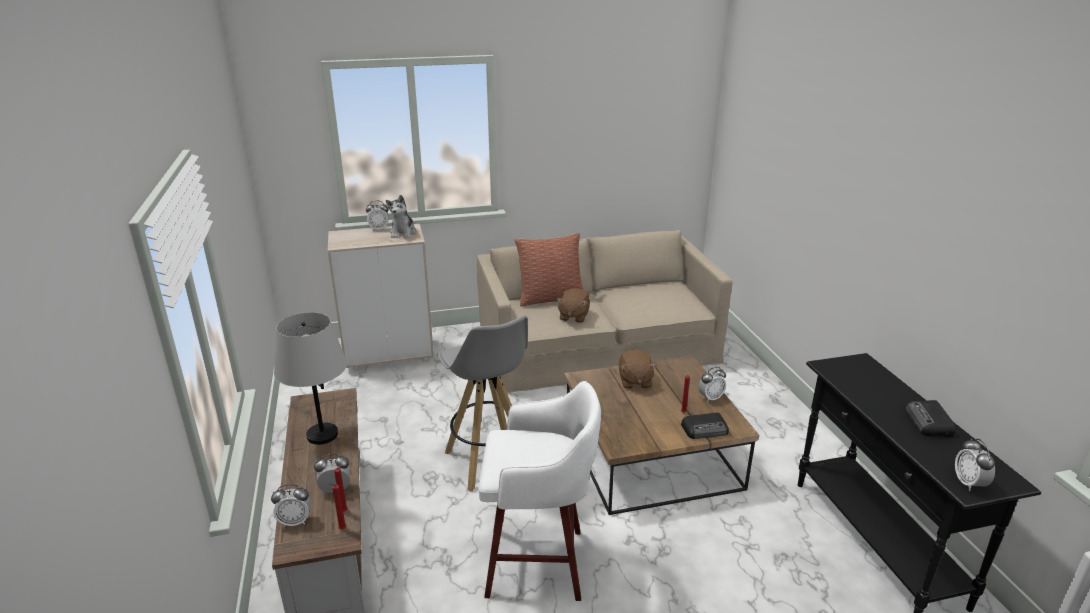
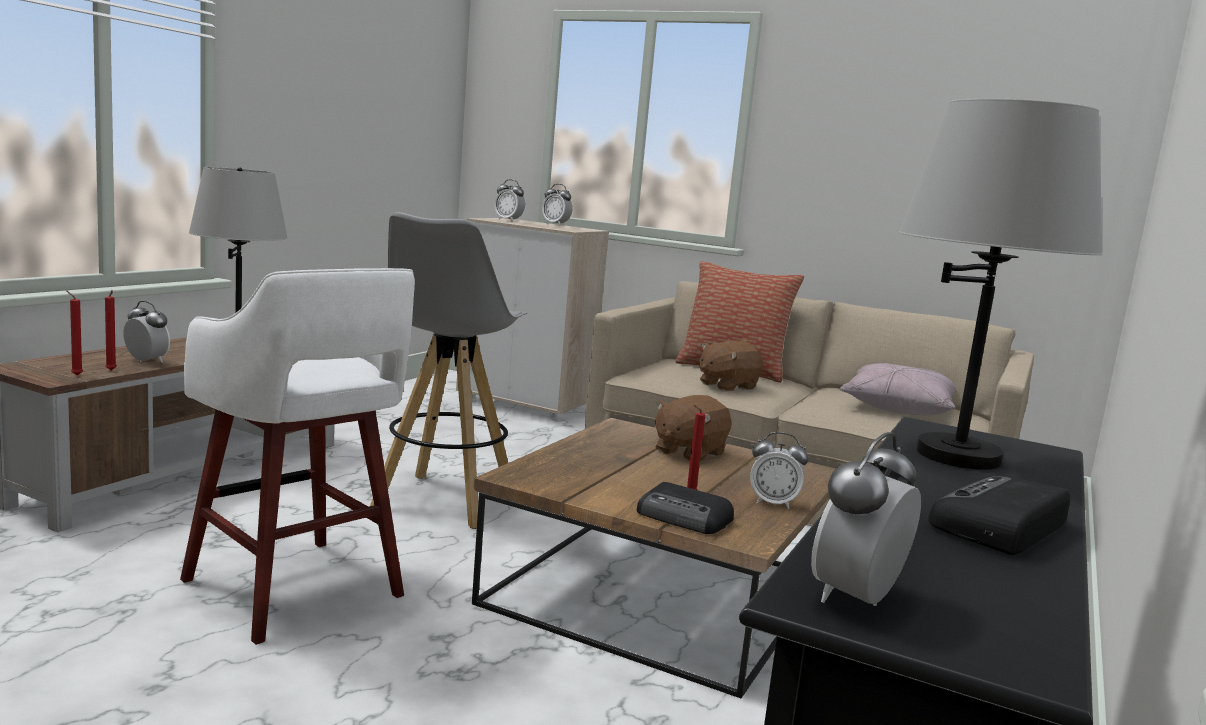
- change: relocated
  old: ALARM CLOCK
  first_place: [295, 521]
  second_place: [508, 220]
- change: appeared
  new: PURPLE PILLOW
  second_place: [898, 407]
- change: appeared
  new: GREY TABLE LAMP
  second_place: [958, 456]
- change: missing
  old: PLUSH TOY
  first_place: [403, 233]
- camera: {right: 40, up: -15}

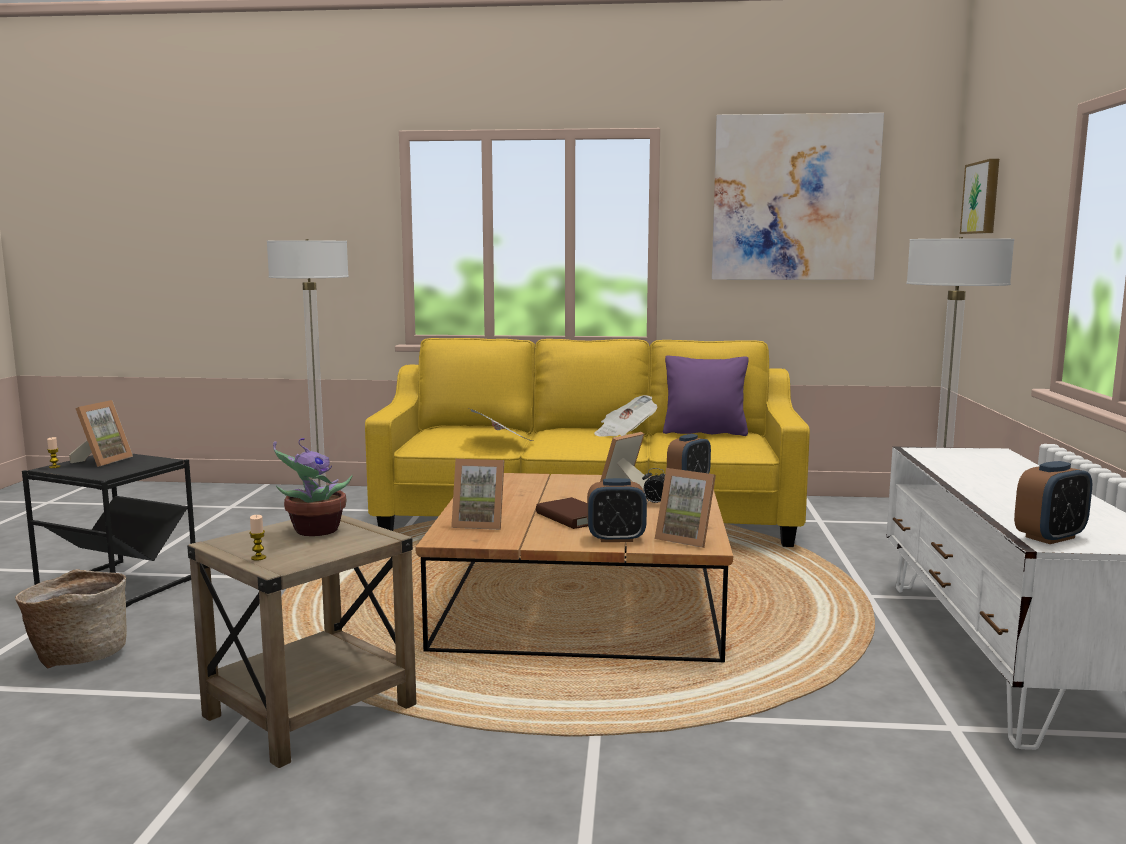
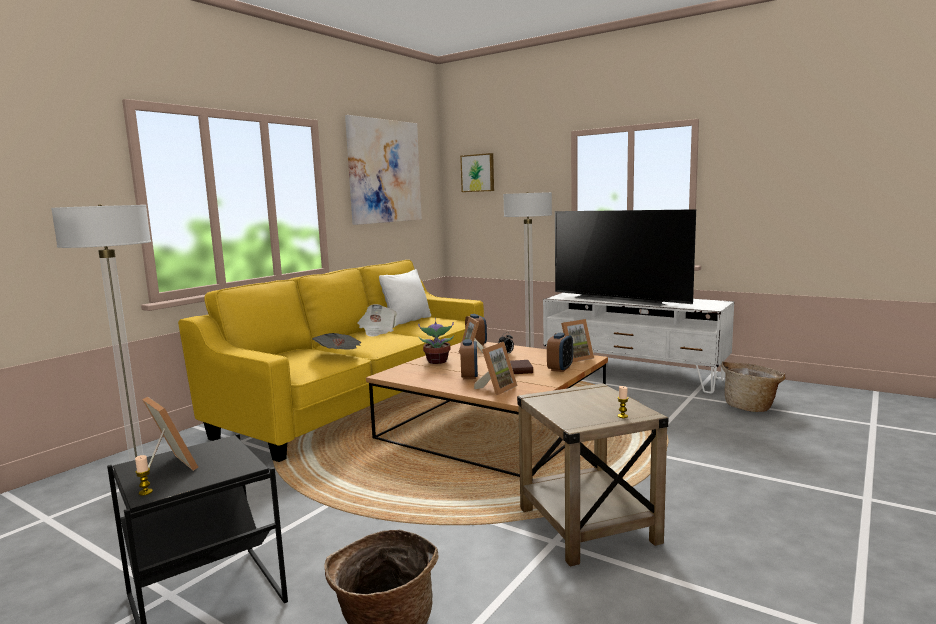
- change: colour
  old: PURPLE PILLOW
  new: WHITE PILLOW
  first_place: [704, 432]
  second_place: [407, 321]
- change: relocated
  old: POTTED PLANT
  first_place: [314, 531]
  second_place: [437, 362]
- change: relocated
  old: ALARM CLOCK
  first_place: [1050, 537]
  second_place: [469, 376]
- change: appeared
  new: TELEVISION
  second_place: [621, 300]
- change: appeared
  new: BASKET
  second_place: [751, 407]
- camera: {right: -60, up: 0}

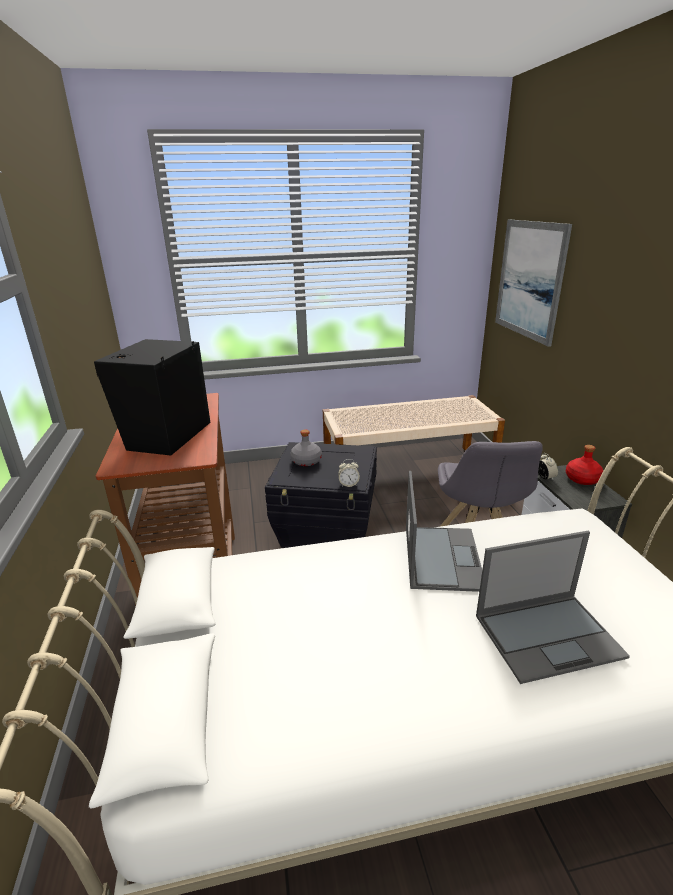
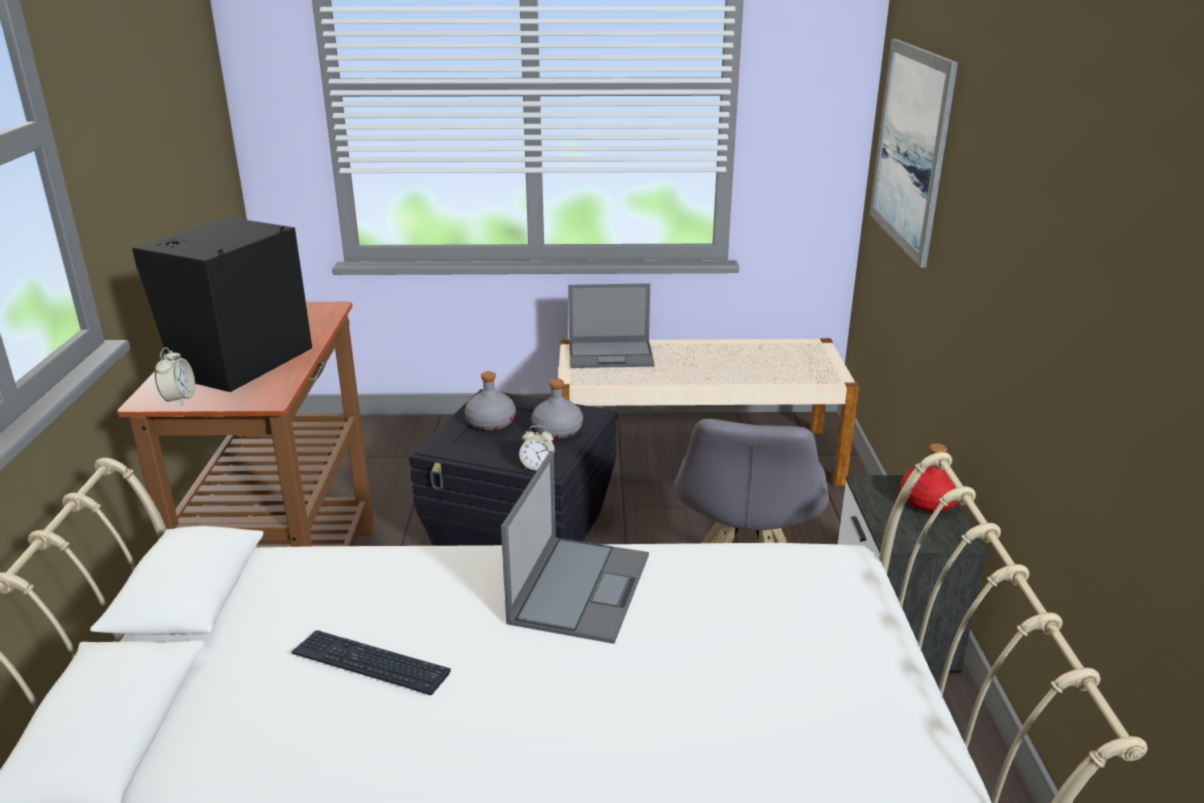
- change: relocated
  old: ALARM CLOCK
  first_place: [545, 477]
  second_place: [179, 399]
- change: appeared
  new: KEYBOARD
  second_place: [370, 664]
- change: appeared
  new: GREY BOTTLE
  second_place: [556, 431]
- change: relocated
  old: LAPTOP
  first_place: [549, 635]
  second_place: [611, 354]
- camera: {right: 10, up: 0}

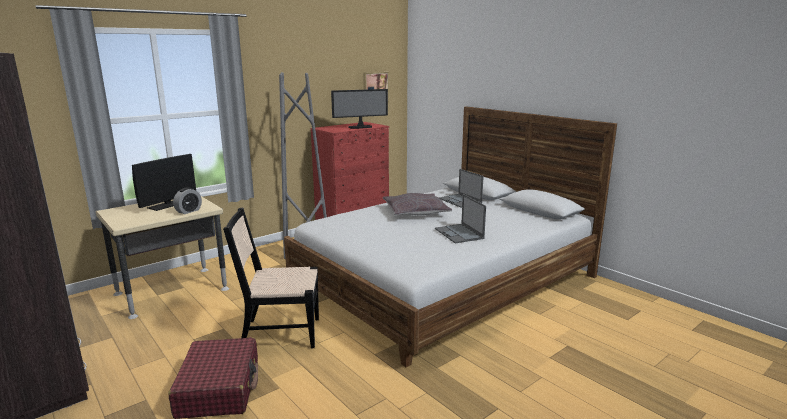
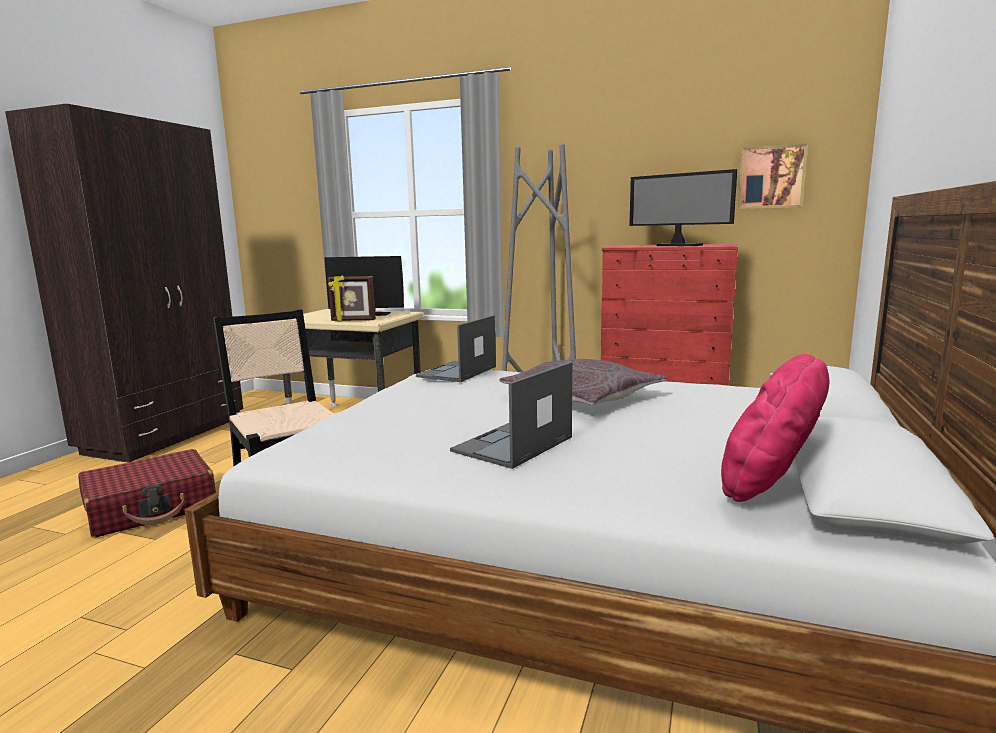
- change: exchanged
  old: ALARM CLOCK
  new: PICTURE FRAME
  first_place: [189, 211]
  second_place: [353, 320]
- change: relocated
  old: LAPTOP
  first_place: [460, 201]
  second_place: [457, 372]
- change: appeared
  new: PINK PILLOW
  second_place: [769, 494]
- camera: {right: 60, up: -5}

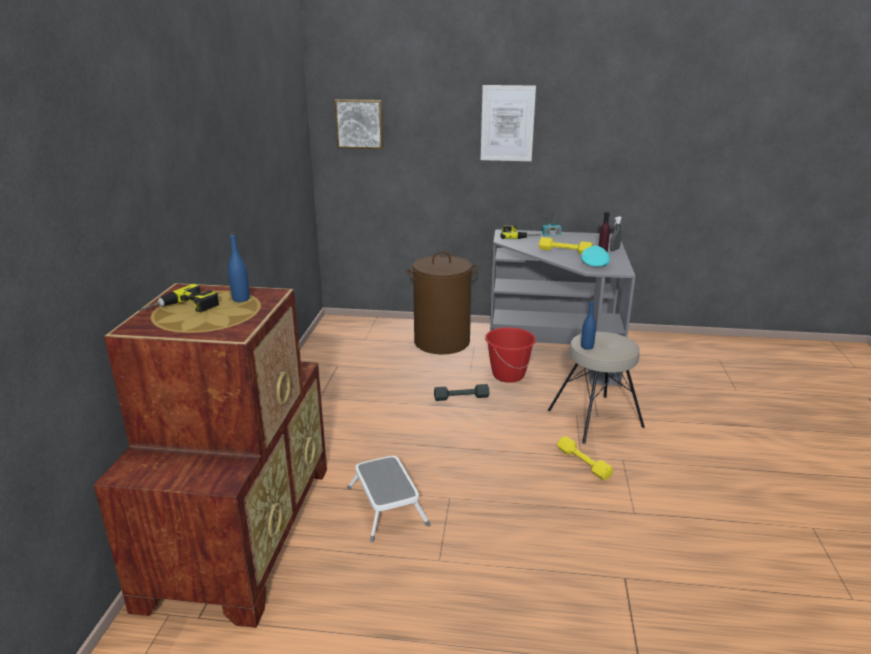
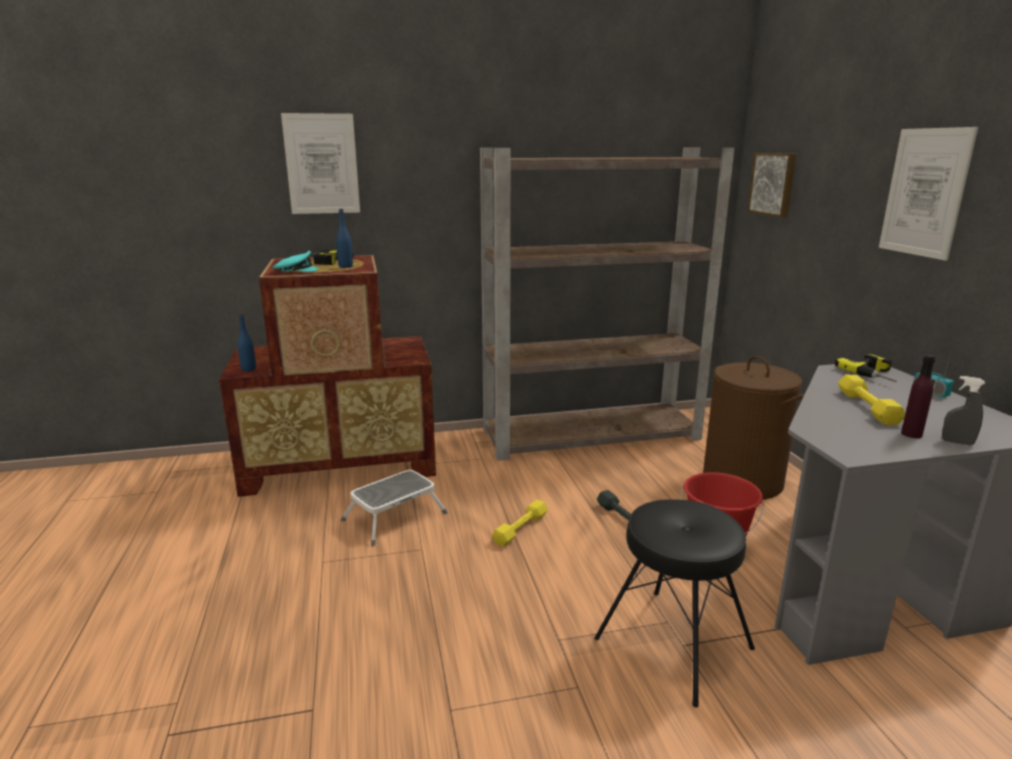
- change: relocated
  old: BLUE BOTTLE
  first_place: [587, 347]
  second_place: [248, 369]
- change: relocated
  old: TURQUOISE CAP
  first_place: [594, 263]
  second_place: [295, 271]
- change: appeared
  new: PICTURE
  second_place: [322, 164]
- change: appeared
  new: BROWN BOOKCASE
  second_place: [591, 434]
- change: relocated
  old: YELLOW DUMBBELL
  first_place: [583, 463]
  second_place: [520, 528]
- change: colour
  old: BEIGE STOOL
  new: BLACK STOOL
  first_place: [595, 419]
  second_place: [673, 644]
- camera: {right: 70, up: -5}

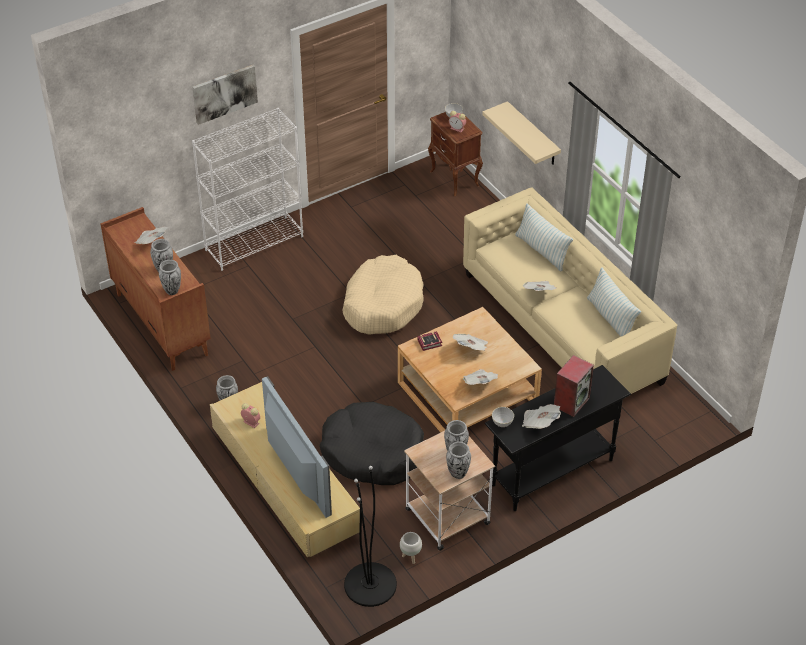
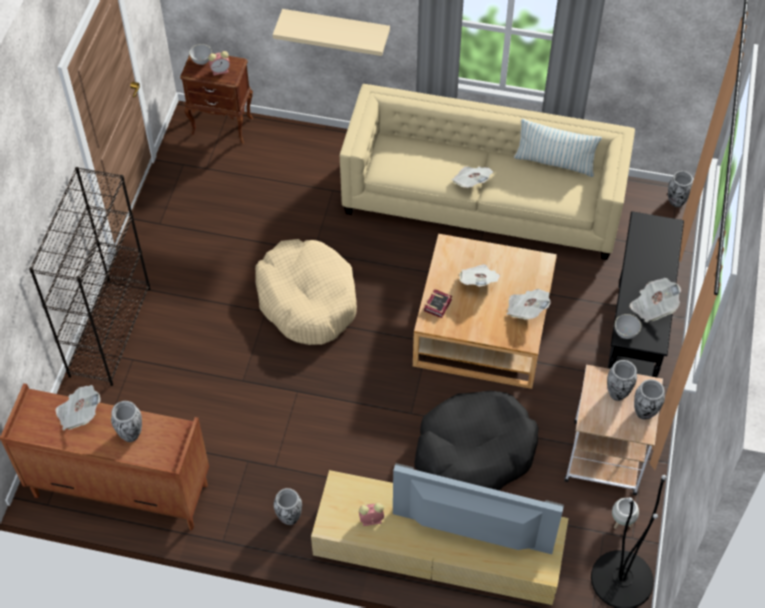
- change: colour
  old: WHITE BOOKCASE
  new: BLACK BOOKCASE
  first_place: [254, 243]
  second_place: [110, 331]
- change: relocated
  old: VASE
  first_place: [172, 290]
  second_place: [676, 202]
- change: missing
  old: PICTURE
  first_place: [224, 93]
- change: missing
  old: PILLOW
  first_place: [542, 251]
- change: missing
  old: SPEAKER
  first_place: [571, 402]
- camera: {right: -45, up: 10}

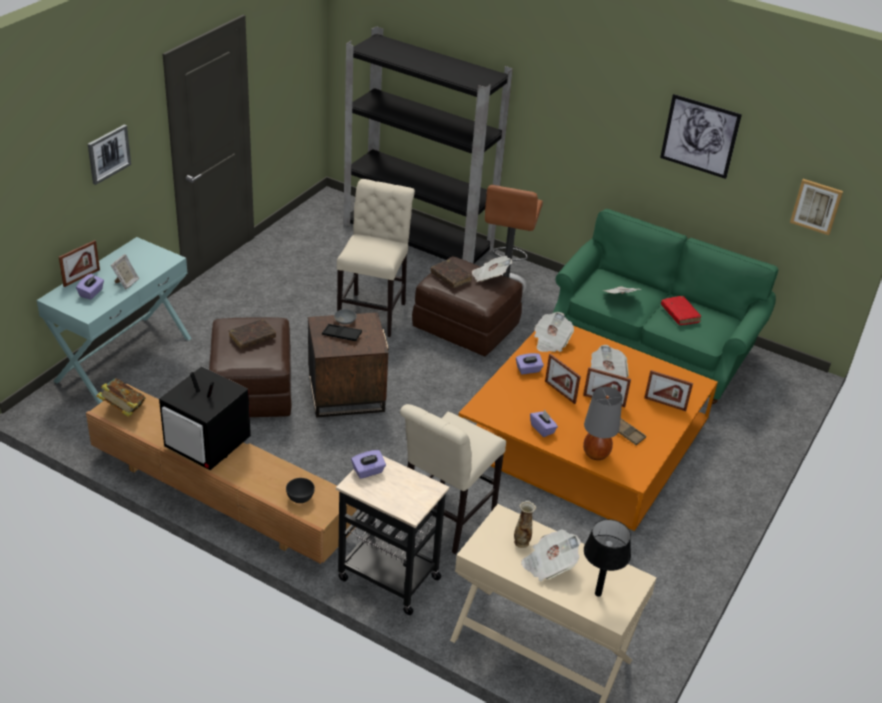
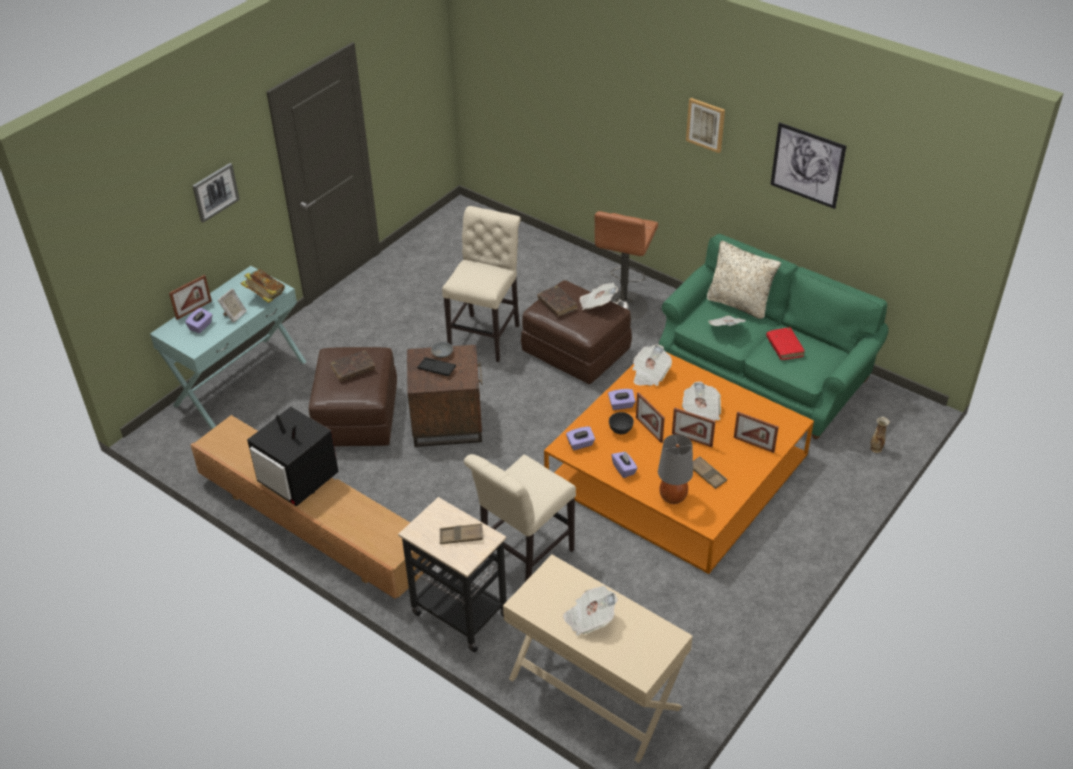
- change: relocated
  old: BOOK
  first_place: [123, 409]
  second_place: [265, 296]
- change: appeared
  new: BROWN TRAY
  second_place: [461, 536]
- change: relocated
  old: PURPLE TISSUE BOX
  first_place: [368, 471]
  second_place: [580, 444]
- change: relocated
  old: GREY BOWL
  first_place: [300, 498]
  second_place: [620, 430]
- change: relocated
  old: PICTURE
  first_place: [816, 206]
  second_place: [706, 124]
- change: appeared
  new: BEIGE PILLOW
  second_place: [739, 305]
- change: relocated
  old: VASE
  first_place: [522, 542]
  second_place: [876, 448]
- change: missing
  old: BLACK BOOKCASE
  first_place: [418, 236]
- change: missing
  old: BLACK TABLE LAMP
  first_place: [598, 593]
- camera: {right: 10, up: 5}

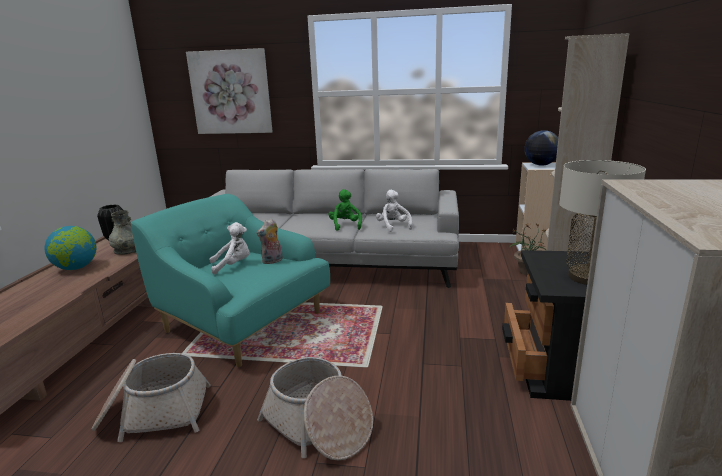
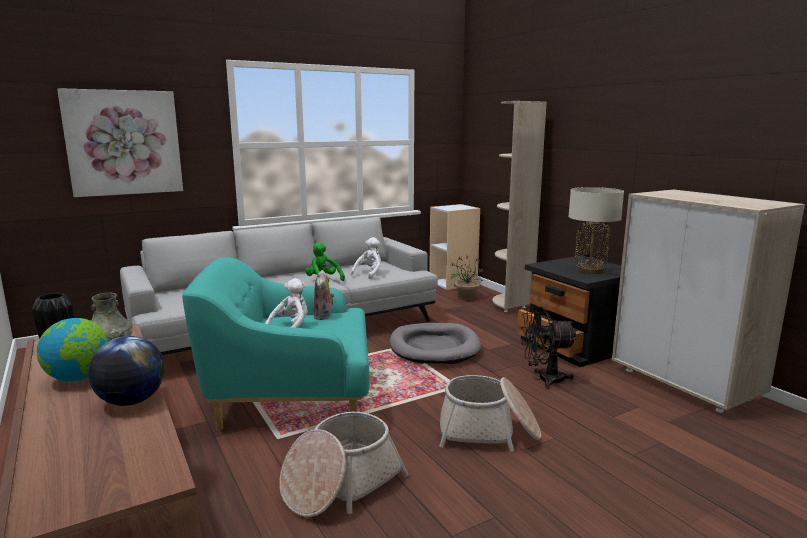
- change: relocated
  old: GLOBE
  first_place: [540, 165]
  second_place: [131, 401]
- change: spun
  old: WHITE PLUSH TOY
  first_place: [393, 226]
  second_place: [369, 274]
  degrees: 90
- change: appeared
  new: GREY DOG BED
  second_place: [434, 347]
- change: appeared
  new: BLACK FAN
  second_place: [544, 379]
- camera: {right: -40, up: -5}

